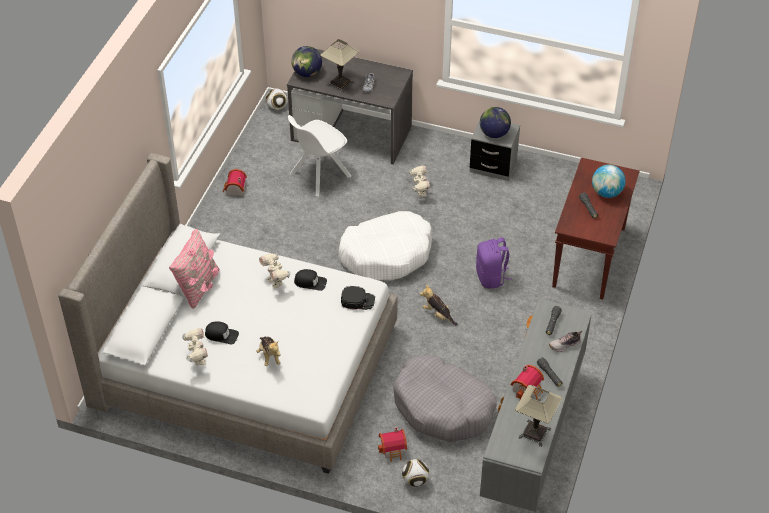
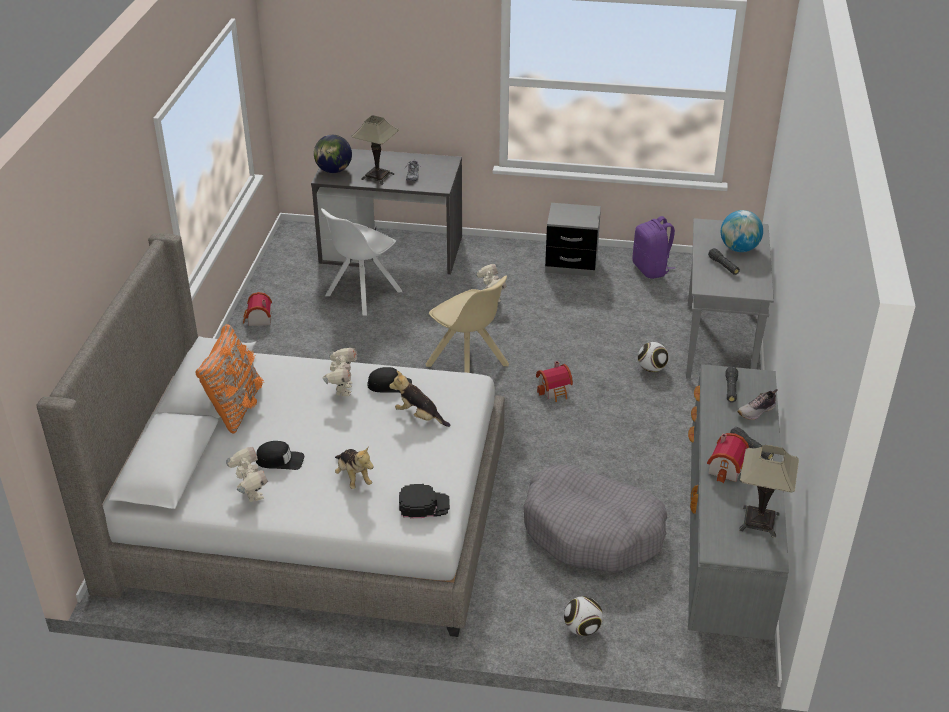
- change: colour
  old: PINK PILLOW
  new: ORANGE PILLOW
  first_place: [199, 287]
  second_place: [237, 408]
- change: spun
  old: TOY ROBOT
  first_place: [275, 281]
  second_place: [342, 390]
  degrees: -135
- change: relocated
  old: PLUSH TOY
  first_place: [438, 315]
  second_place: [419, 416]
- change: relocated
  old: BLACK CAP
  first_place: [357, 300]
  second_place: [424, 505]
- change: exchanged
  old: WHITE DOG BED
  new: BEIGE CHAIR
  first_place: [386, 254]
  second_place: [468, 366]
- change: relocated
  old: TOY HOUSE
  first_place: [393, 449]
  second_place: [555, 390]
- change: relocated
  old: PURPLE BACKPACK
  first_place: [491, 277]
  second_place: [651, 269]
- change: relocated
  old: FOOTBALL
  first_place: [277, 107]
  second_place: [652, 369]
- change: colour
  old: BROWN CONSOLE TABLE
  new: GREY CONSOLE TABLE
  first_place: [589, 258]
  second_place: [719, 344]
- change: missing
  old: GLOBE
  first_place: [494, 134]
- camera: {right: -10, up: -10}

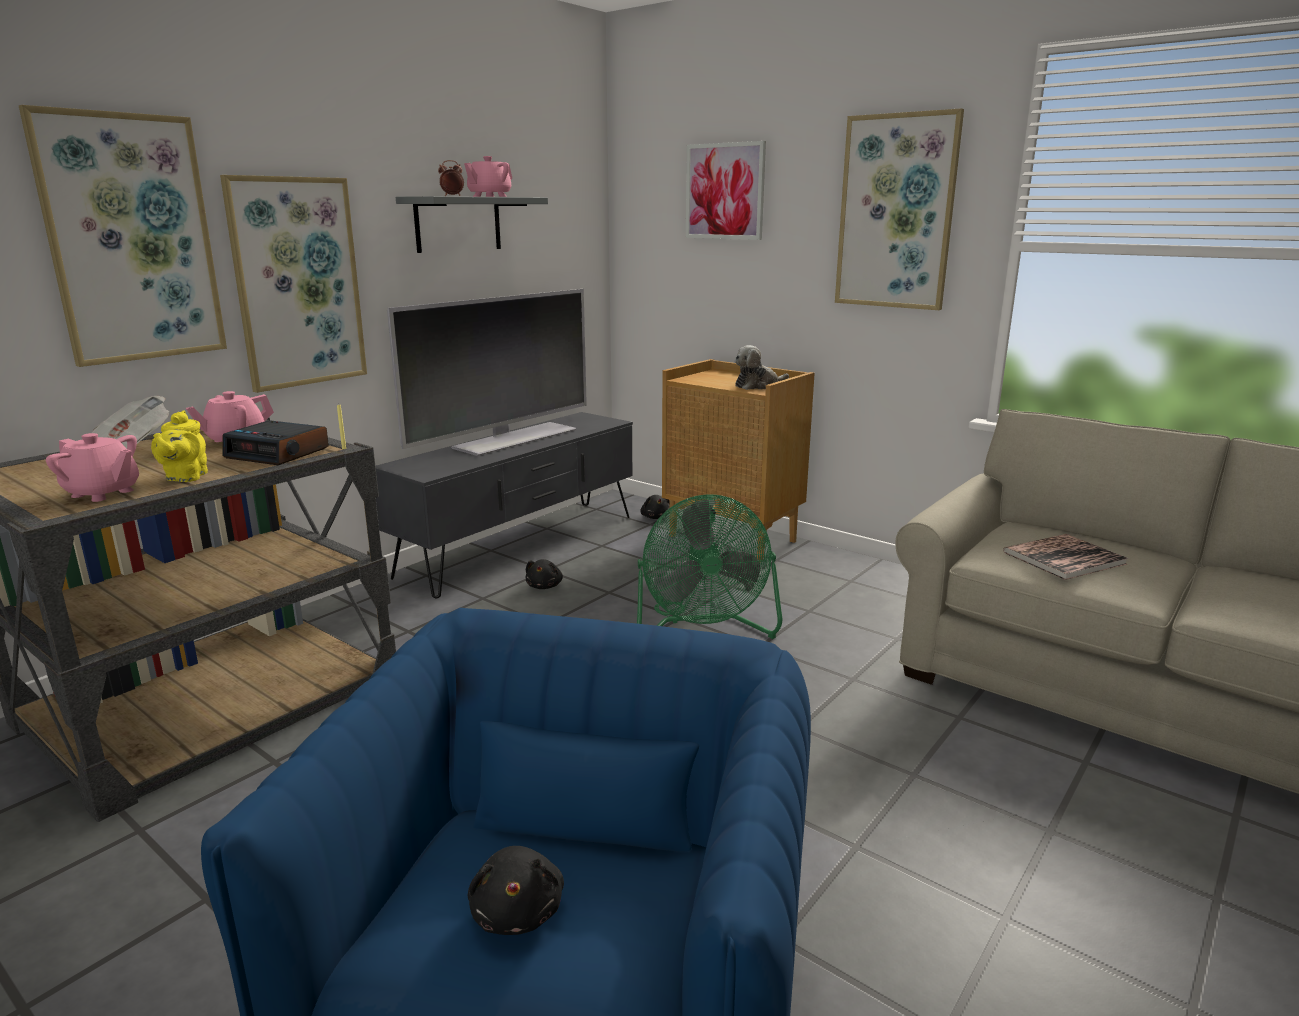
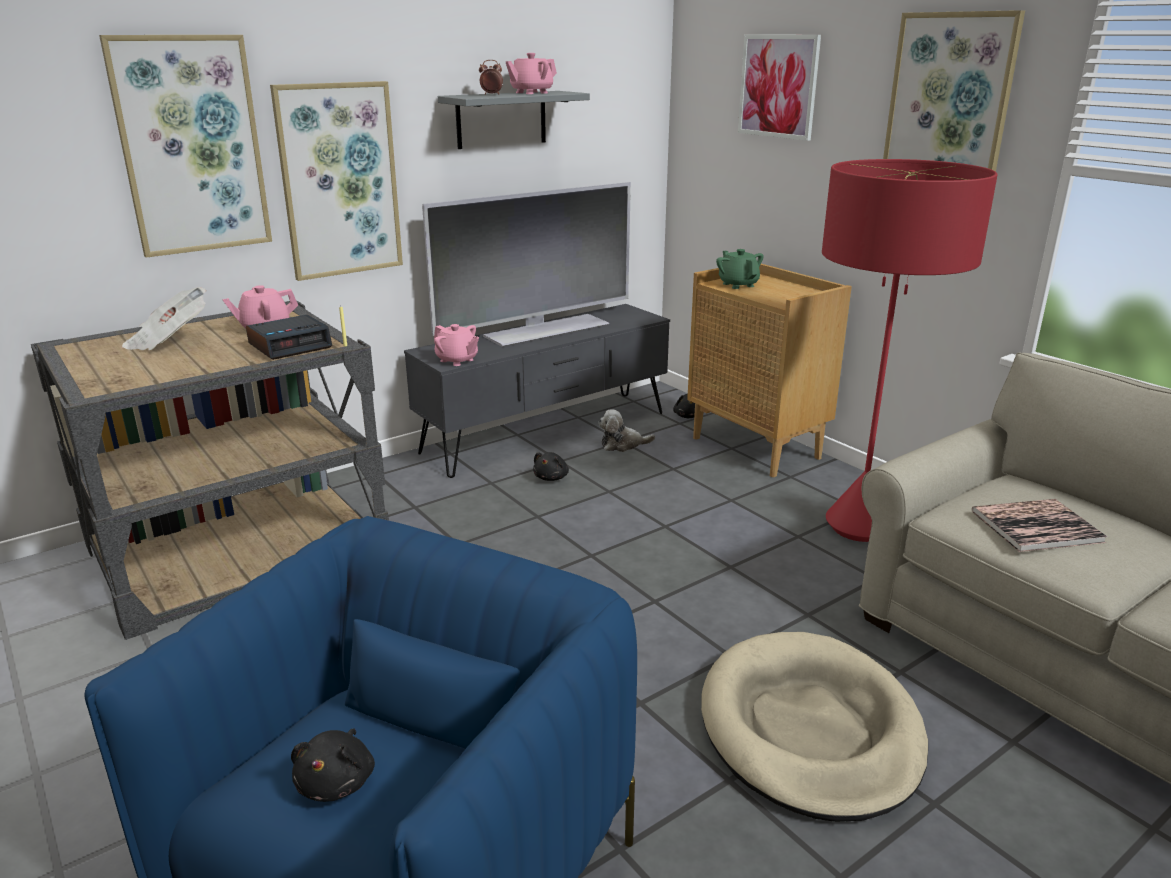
- change: spun
  old: ALARM CLOCK
  first_place: [279, 453]
  second_place: [290, 345]
  degrees: -75
- change: relocated
  old: PINK TEAPOT
  first_place: [103, 493]
  second_place: [457, 360]
- change: relocated
  old: PLUSH TOY
  first_place: [758, 386]
  second_place: [622, 444]
- change: appeared
  new: BEIGE DOG BED
  second_place: [809, 729]
- change: appeared
  new: GREEN TEAPOT
  second_place: [738, 285]
- change: appeared
  new: RED FLOOR LAMP
  second_place: [859, 528]
- change: missing
  old: YELLOW TEAPOT
  first_place: [185, 477]
- change: missing
  old: GREEN FAN
  first_place: [698, 629]
- camera: {right: 15, up: 5}

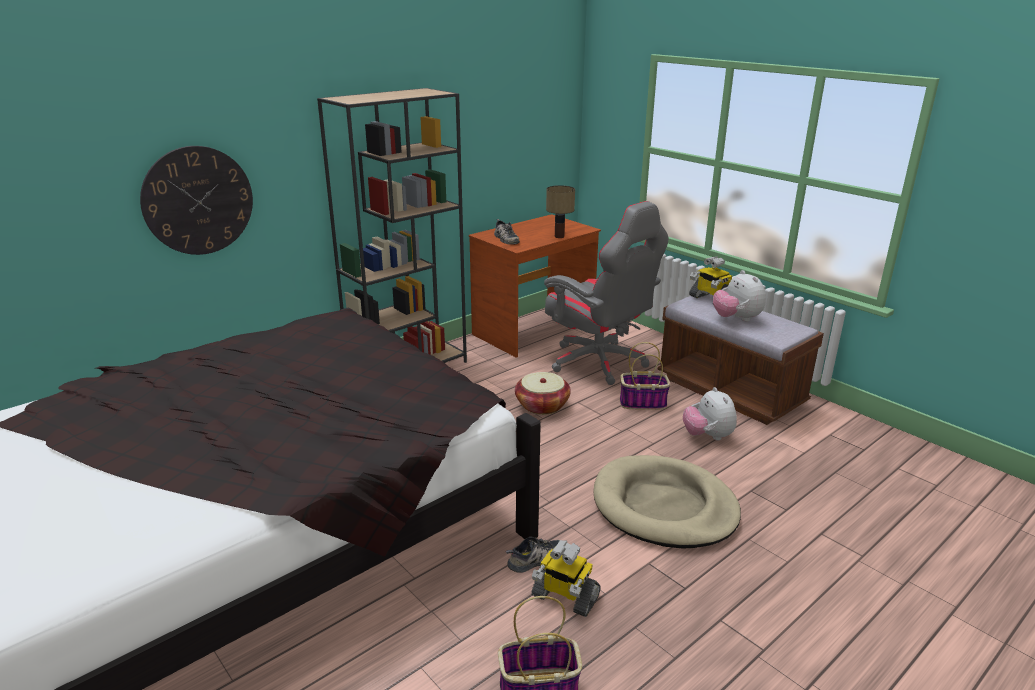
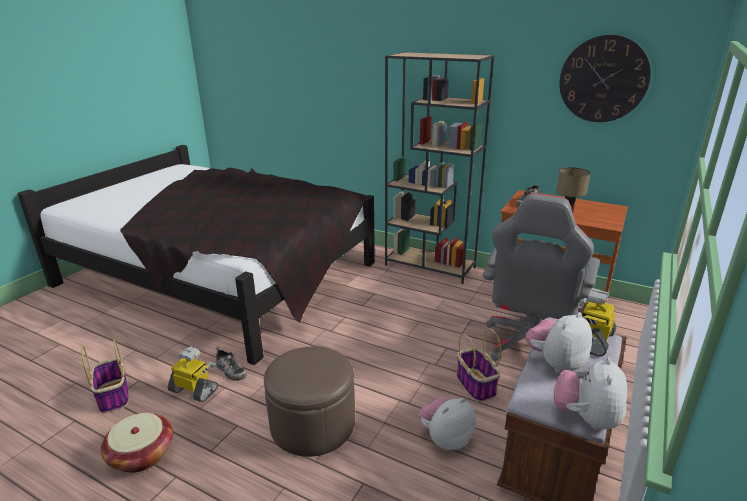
- change: relocated
  old: BASKET
  first_place: [542, 405]
  second_place: [142, 455]
- change: spun
  old: TOY ROBOT
  first_place: [564, 597]
  second_place: [195, 390]
  degrees: 105
- change: exchanged
  old: BEIGE DOG BED
  new: BROWN OTTOMAN
  first_place: [664, 506]
  second_place: [313, 424]
- change: appeared
  new: PLUSH TOY
  second_place: [586, 418]
- change: relocated
  old: WALL CLOCK
  first_place: [198, 201]
  second_place: [603, 79]
- camera: {right: 70, up: 0}

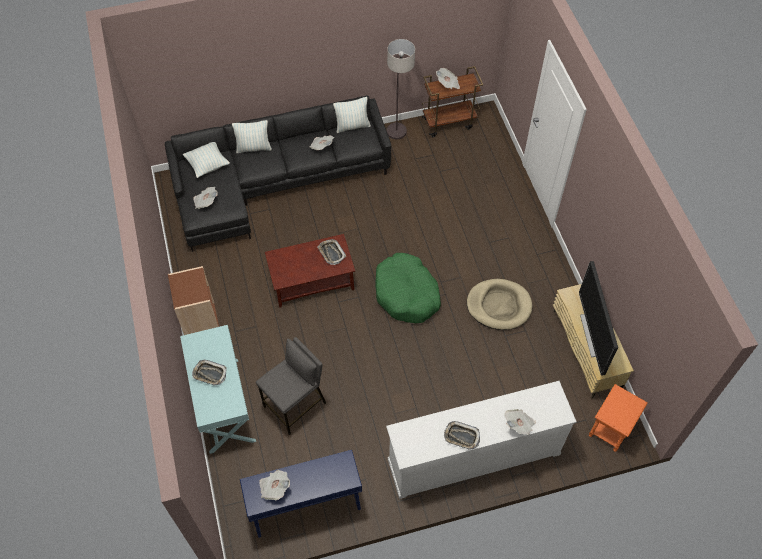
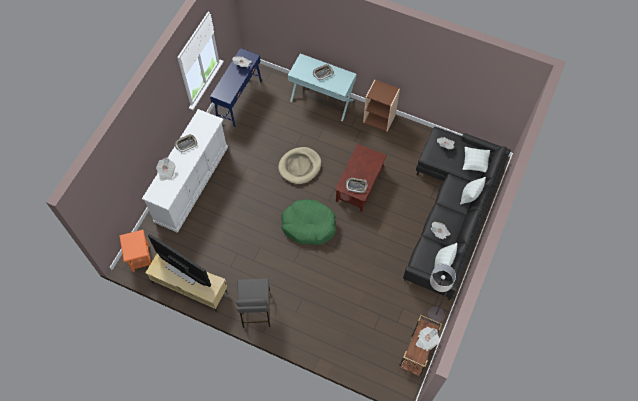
- change: relocated
  old: GREY STOOL
  first_place: [295, 405]
  second_place: [256, 311]
- change: relocated
  old: BEIGE DOG BED
  first_place: [499, 306]
  second_place: [300, 166]
- camera: {right: 130, up: 5}

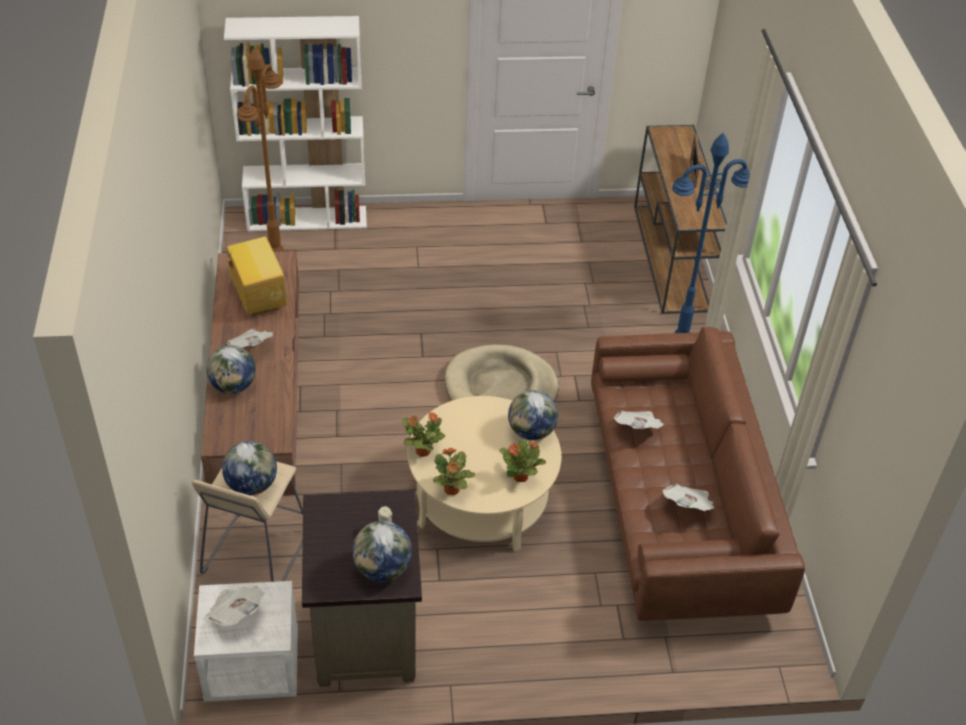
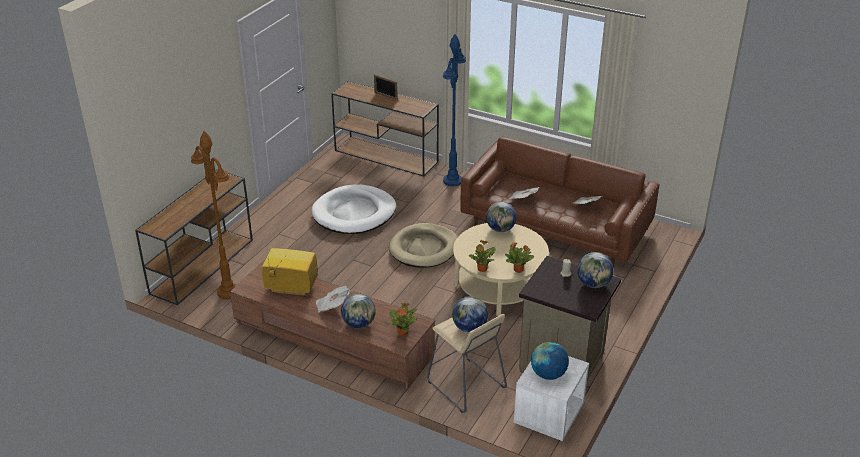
- change: exchanged
  old: WHITE BOOKCASE
  new: BROWN CONSOLE TABLE
  first_place: [308, 218]
  second_place: [203, 265]
- change: appeared
  new: WHITE DOG BED
  second_place: [354, 213]
- change: relocated
  old: POTTED PLANT
  first_place: [521, 476]
  second_place: [403, 332]
- change: exchanged
  old: NEWSPAPER
  new: GLOBE
  first_place: [236, 613]
  second_place: [548, 374]
- camera: {right: -55, up: -10}

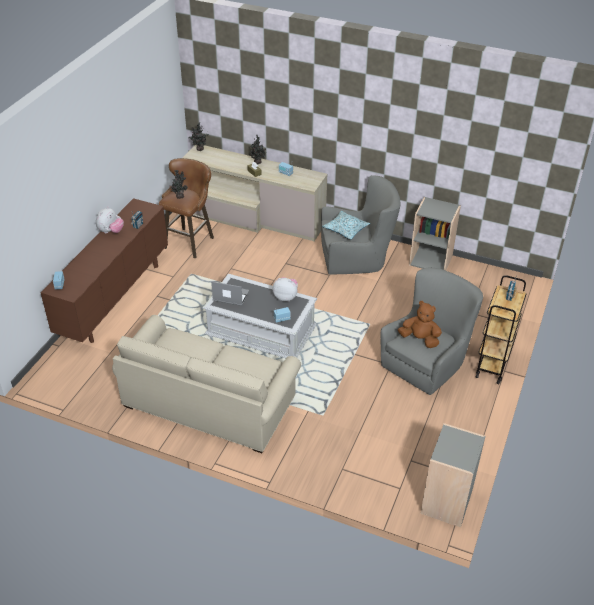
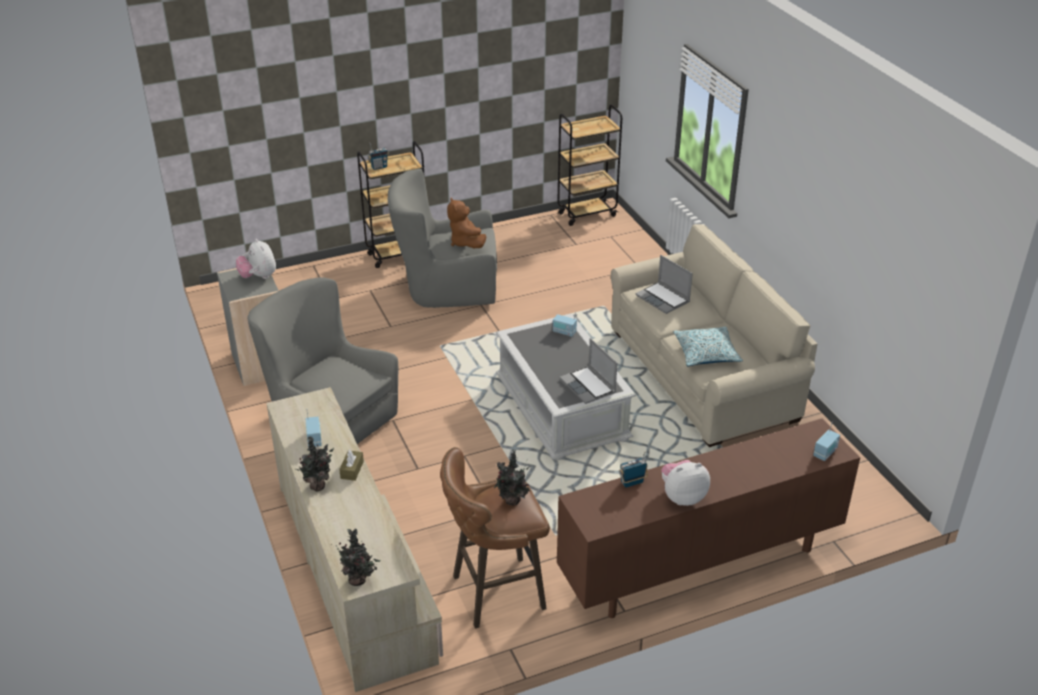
- change: relocated
  old: PLUSH TOY
  first_place: [286, 297]
  second_place: [258, 277]
- change: exchanged
  old: GREY BOOKCASE
  new: BROWN CART
  first_place: [447, 502]
  second_place: [587, 214]
- change: appeared
  new: LAPTOP
  second_place: [663, 299]
- change: relocated
  old: PILLOW
  first_place: [345, 229]
  second_place: [706, 353]
- camera: {right: -135, up: -5}

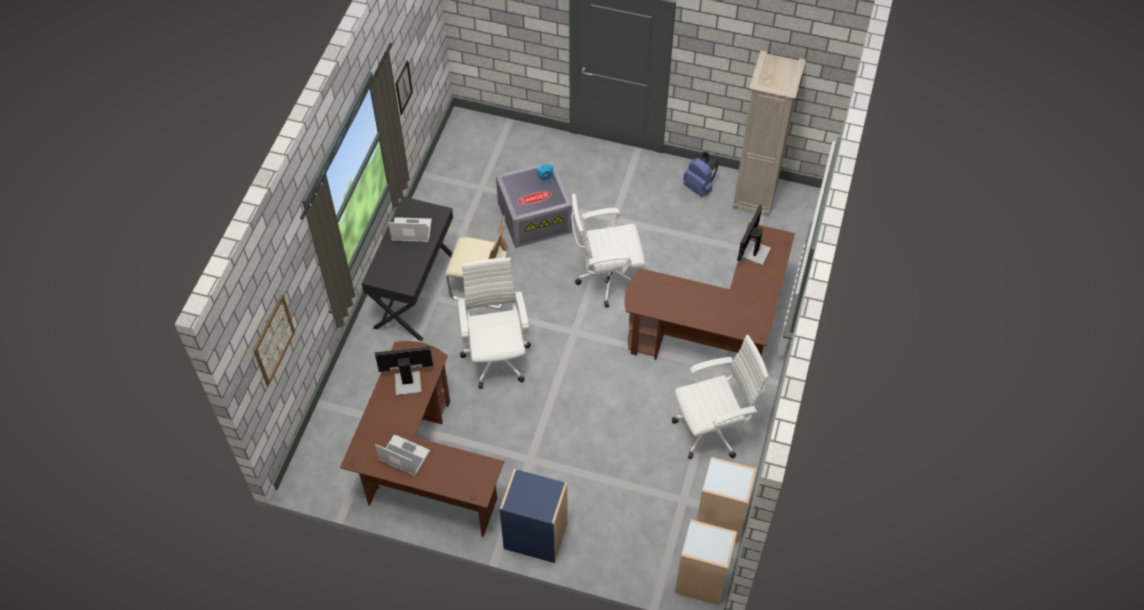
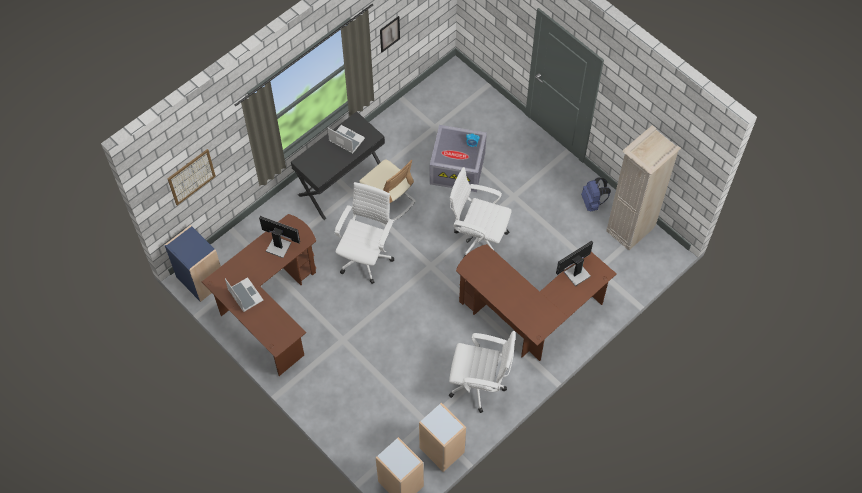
- change: relocated
  old: BLUE BOOKCASE
  first_place: [534, 536]
  second_place: [200, 279]
- camera: {right: 30, up: 5}

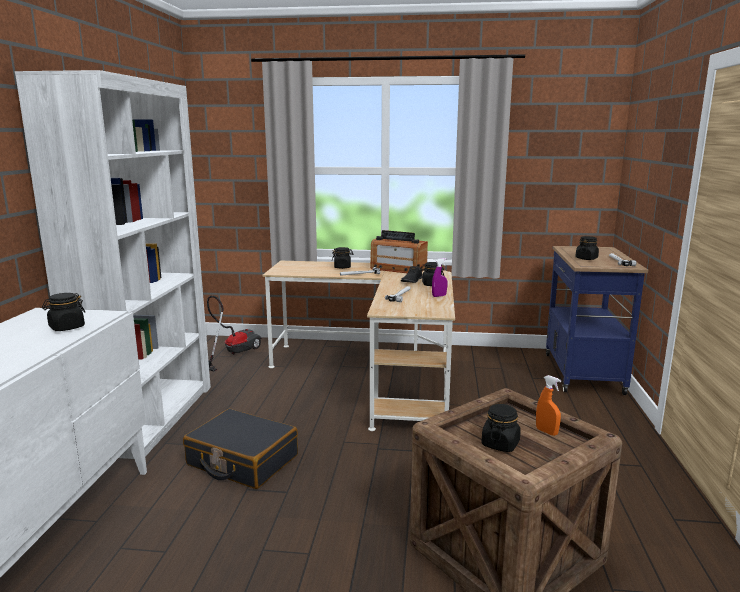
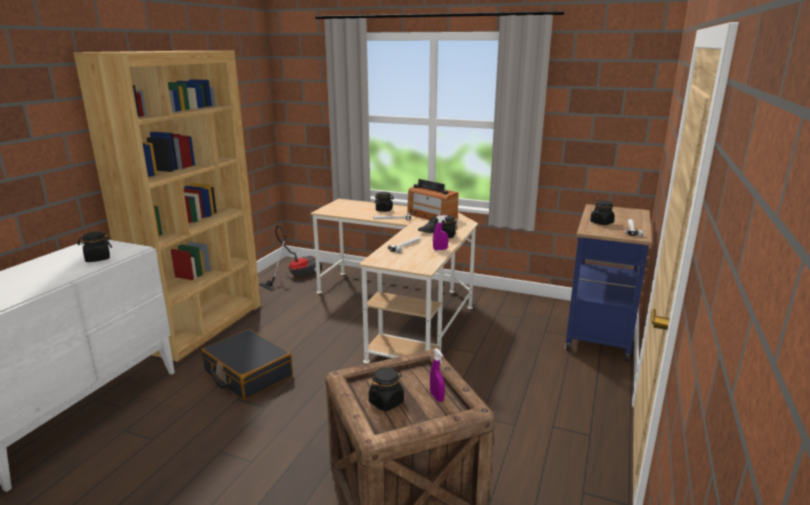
- change: colour
  old: WHITE BOOKCASE
  new: BROWN BOOKCASE
  first_place: [151, 417]
  second_place: [202, 326]
- change: colour
  old: ORANGE SPRAY BOTTLE
  new: PURPLE SPRAY BOTTLE
  first_place: [546, 432]
  second_place: [436, 397]
- camera: {right: 15, up: 5}

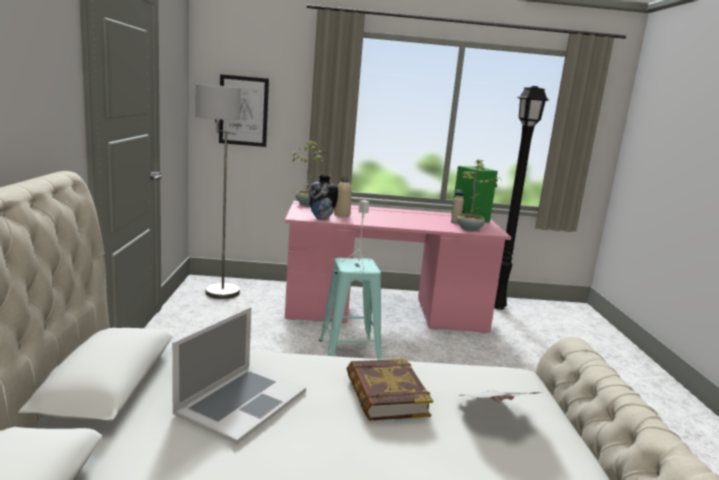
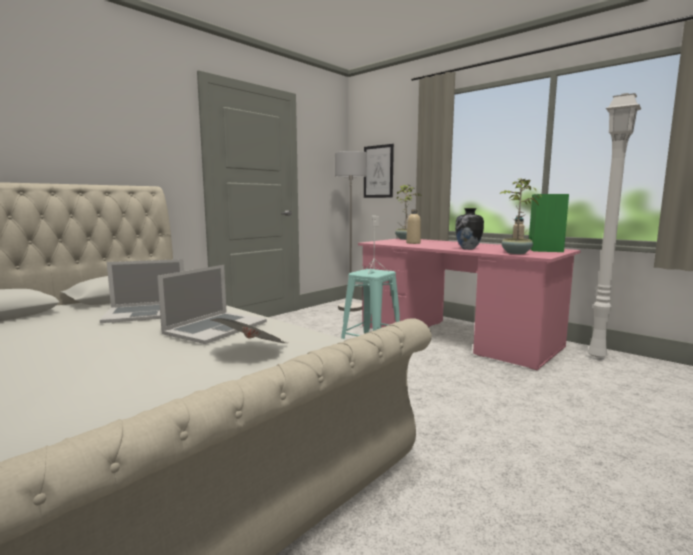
- change: exchanged
  old: BOOK
  new: LAPTOP
  first_place: [385, 395]
  second_place: [215, 327]
- change: relocated
  old: VASE
  first_place: [321, 218]
  second_place: [468, 249]
- change: colour
  old: BLACK FLOOR LAMP
  new: WHITE FLOOR LAMP
  first_place: [499, 307]
  second_place: [598, 358]
- camera: {right: 45, up: -5}

